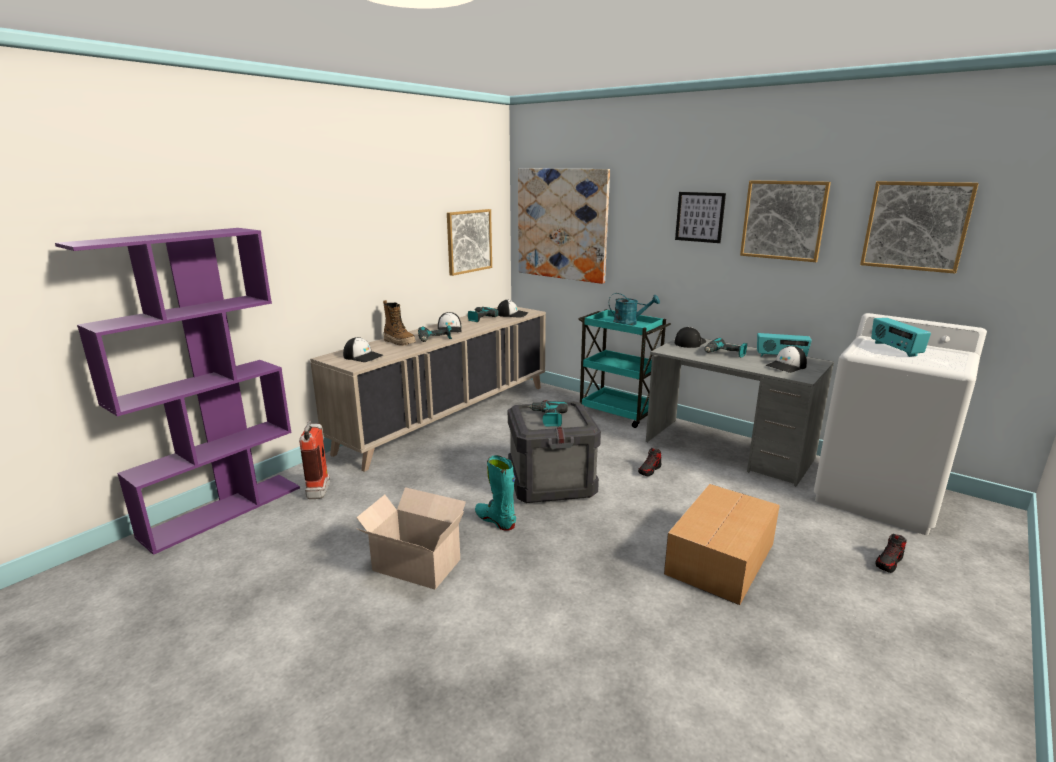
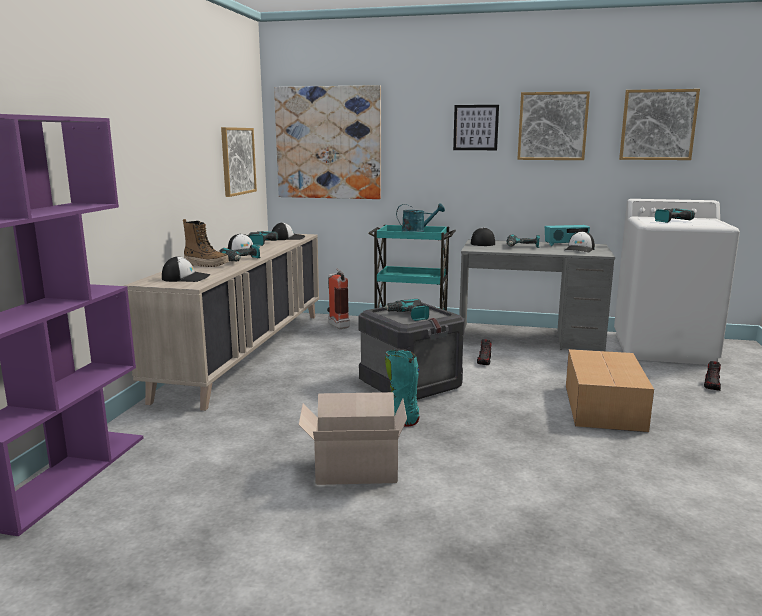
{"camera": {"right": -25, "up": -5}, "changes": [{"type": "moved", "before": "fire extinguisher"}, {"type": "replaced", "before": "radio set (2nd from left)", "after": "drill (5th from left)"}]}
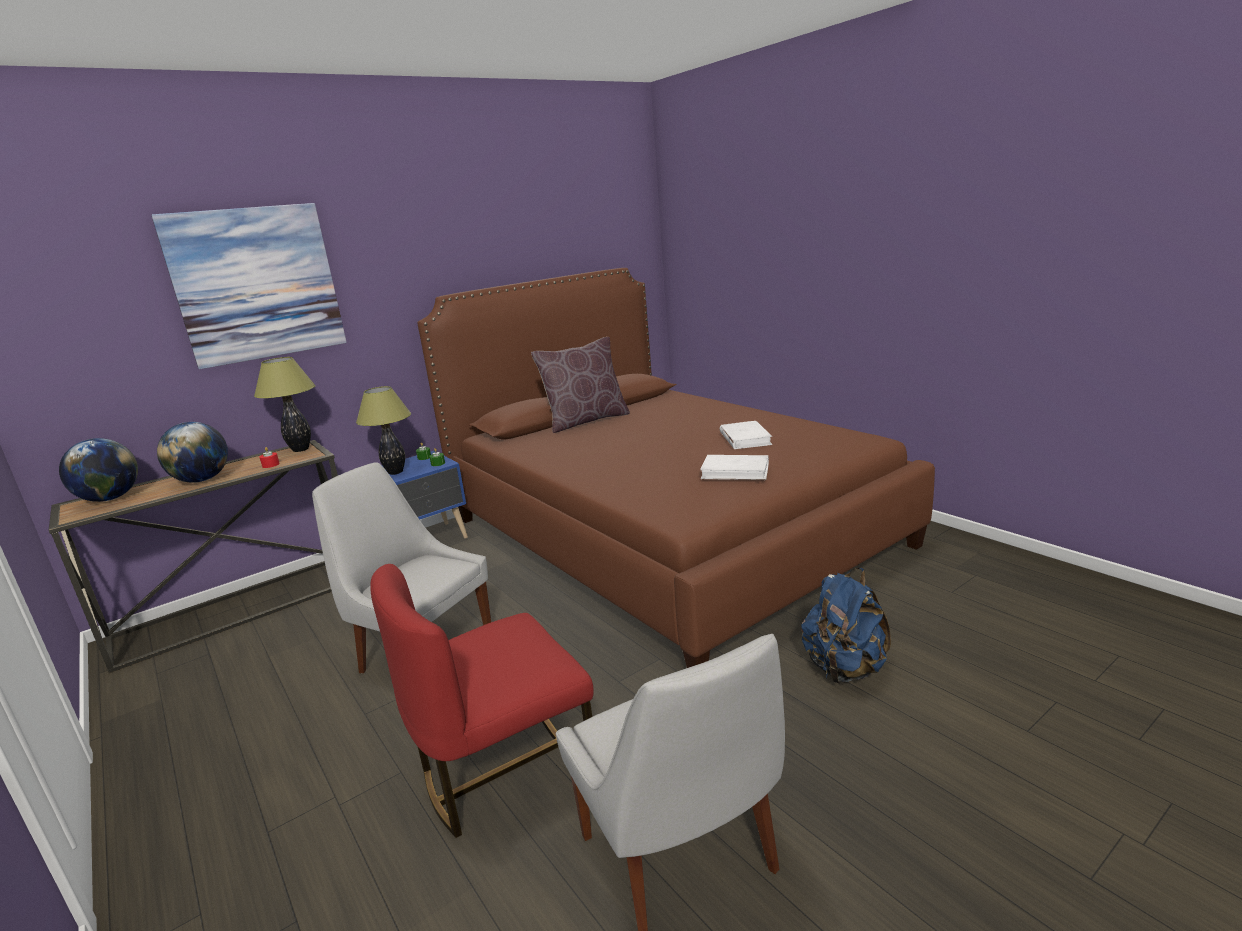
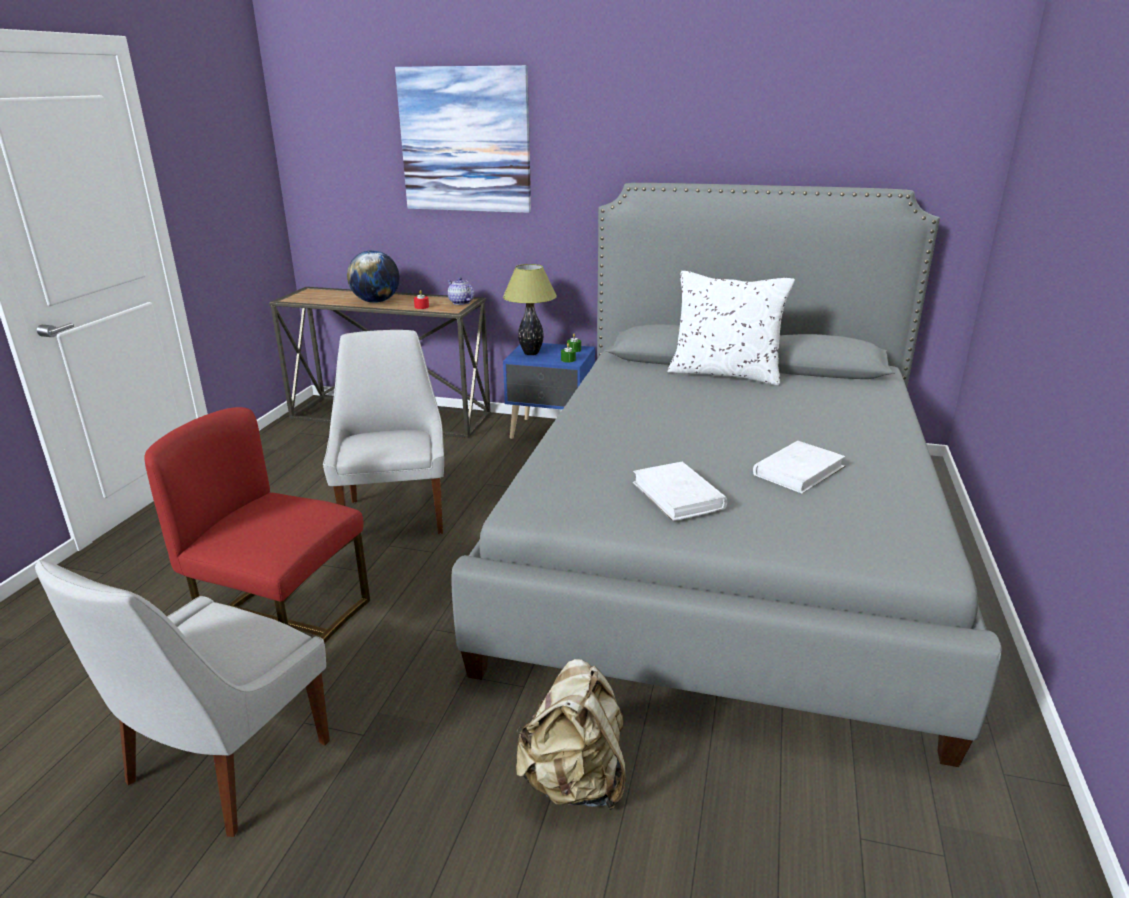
{"camera": {"right": 50, "up": 5}, "changes": [{"type": "replaced", "before": "table lamp (1st from left)", "after": "teapot"}, {"type": "recoloured", "before": "brown sleeping bed", "after": "grey sleeping bed"}, {"type": "recoloured", "before": "blue-coloured knapsack", "after": "beige knapsack"}, {"type": "recoloured", "before": "brown pillow", "after": "white pillow"}, {"type": "removed", "before": "globe (1st from left)"}]}
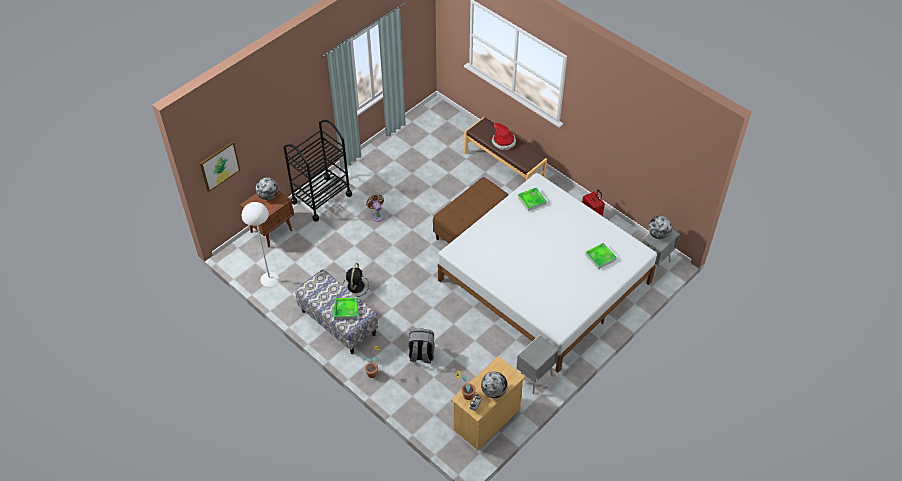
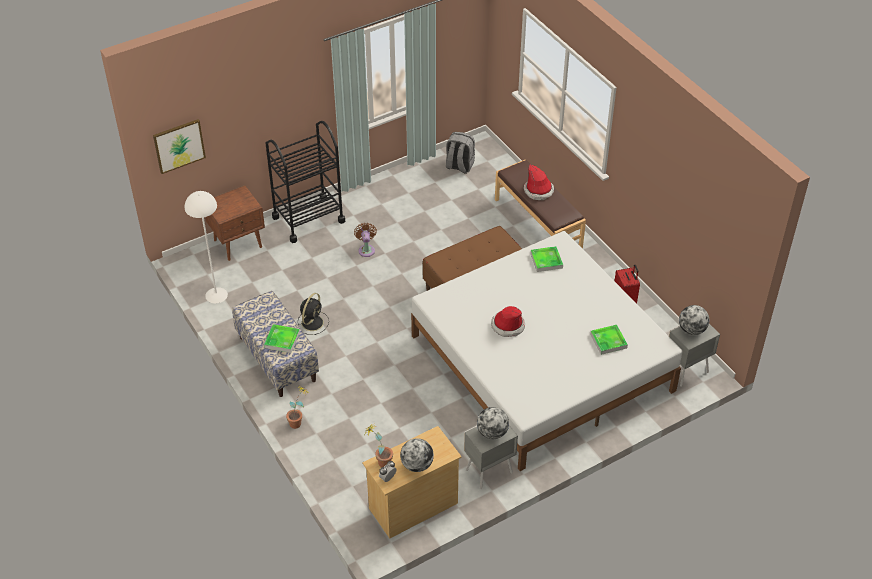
{"camera": {"right": 15, "up": -5}, "changes": [{"type": "moved", "before": "grey knapsack"}, {"type": "moved", "before": "globe (1st from left in the first image)", "after": "globe (2nd from left)"}, {"type": "added", "after": "clothing hat (1st from left)"}]}
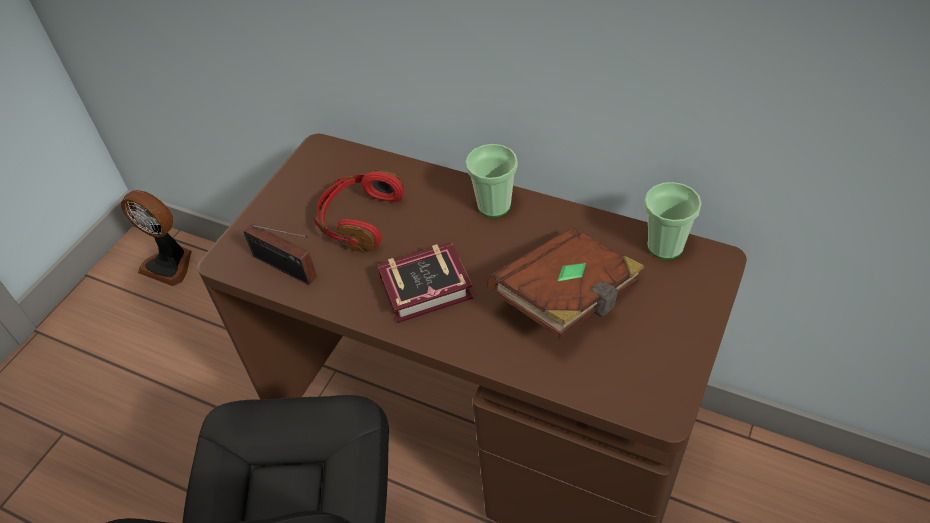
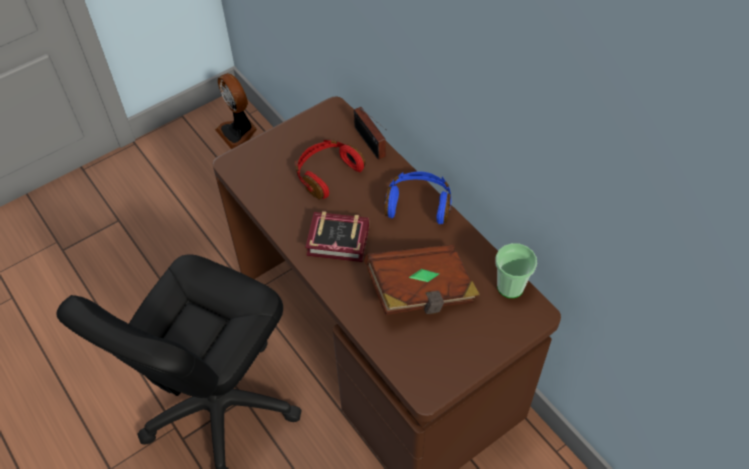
{"camera": {"right": 25, "up": 5}, "changes": [{"type": "moved", "before": "radio set"}, {"type": "replaced", "before": "cup (1st from left)", "after": "blue-coloured headphones"}]}
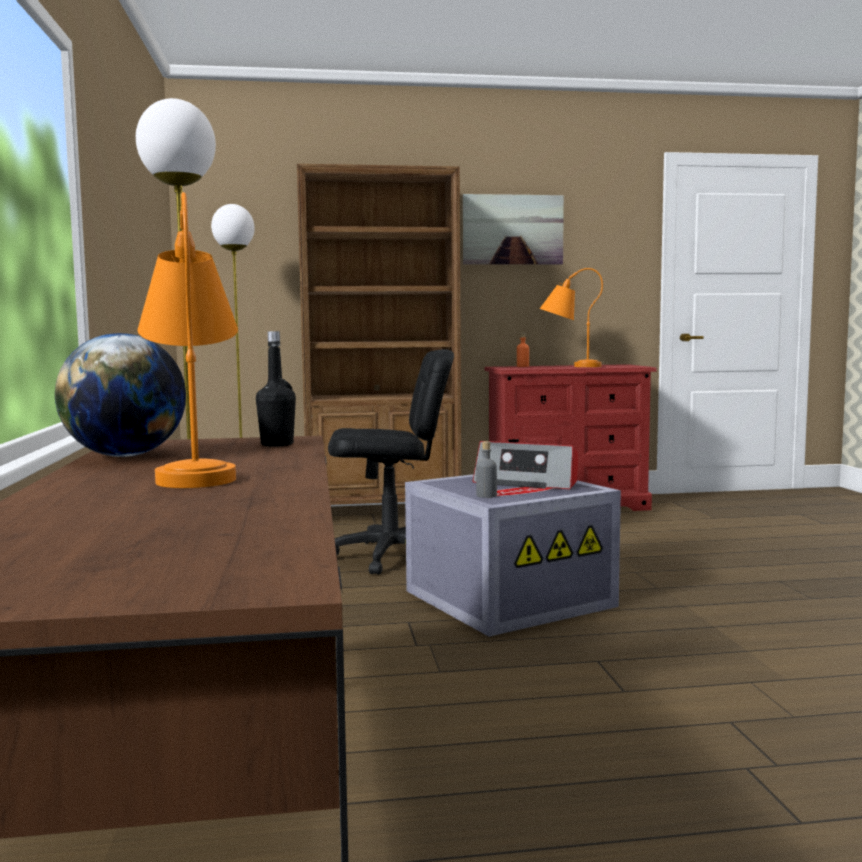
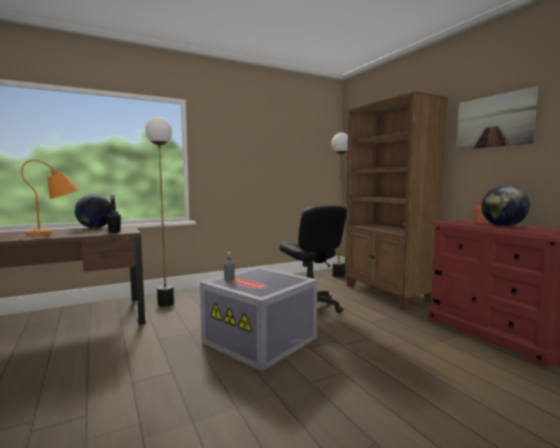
{"camera": {"right": 70, "up": 0}, "changes": [{"type": "replaced", "before": "orange table lamp (2nd from left)", "after": "globe (2nd from left)"}, {"type": "removed", "before": "radio set"}]}
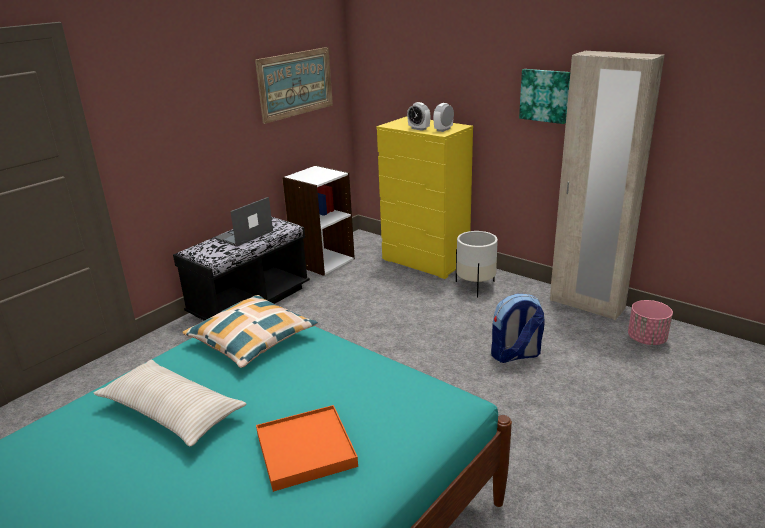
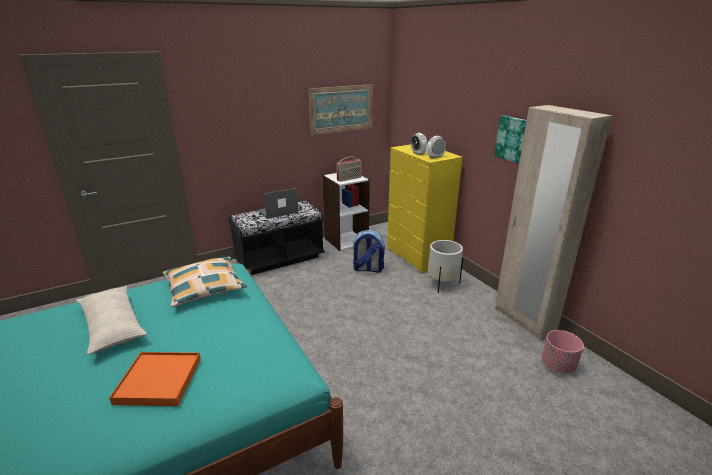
{"camera": {"right": 20, "up": 0}, "changes": [{"type": "added", "after": "radio set"}, {"type": "moved", "before": "knapsack"}]}
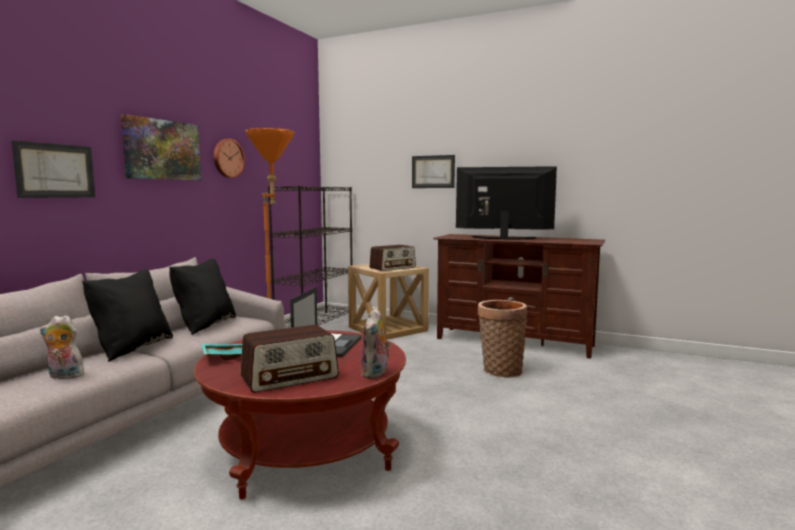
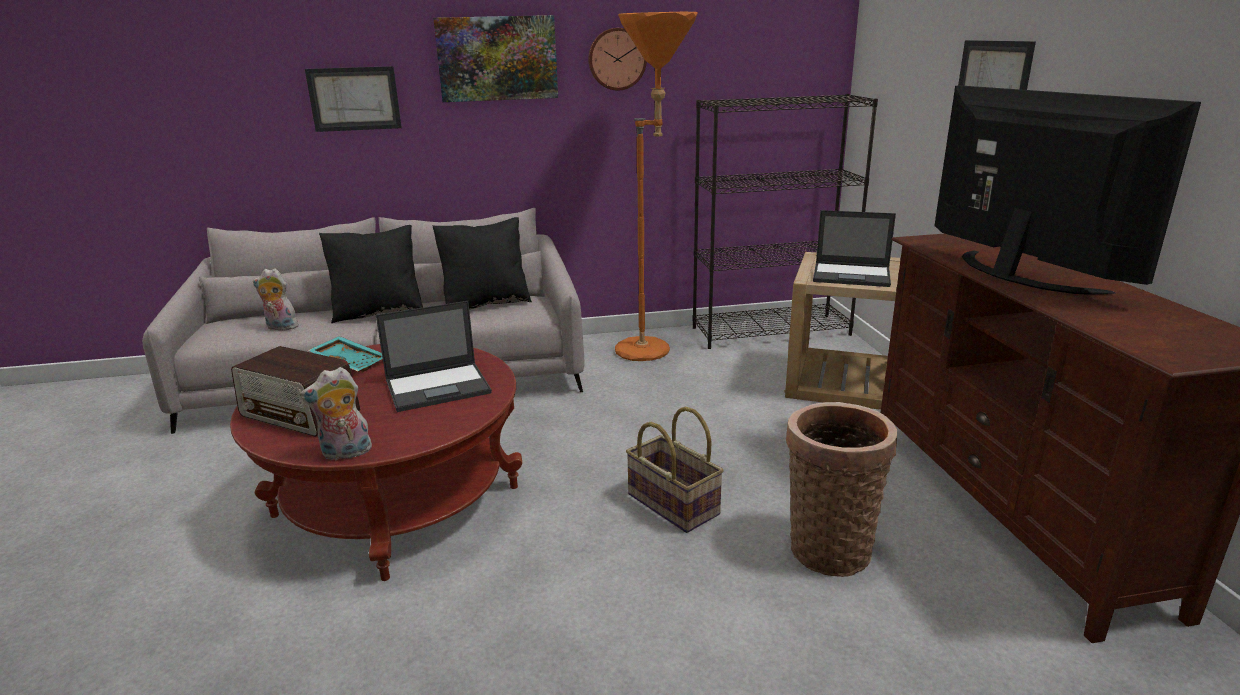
{"camera": {"right": 55, "up": 15}, "changes": [{"type": "turned", "before": "cuddly toy (1st from left)", "turn": -45}, {"type": "added", "after": "storage basket (1st from left)"}, {"type": "replaced", "before": "radio set (2nd from left)", "after": "laptop (2nd from left)"}]}
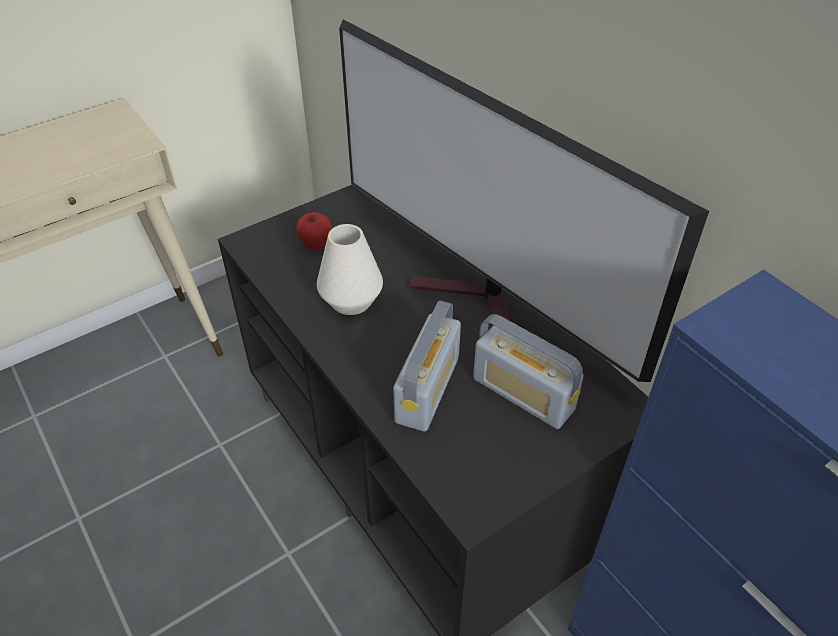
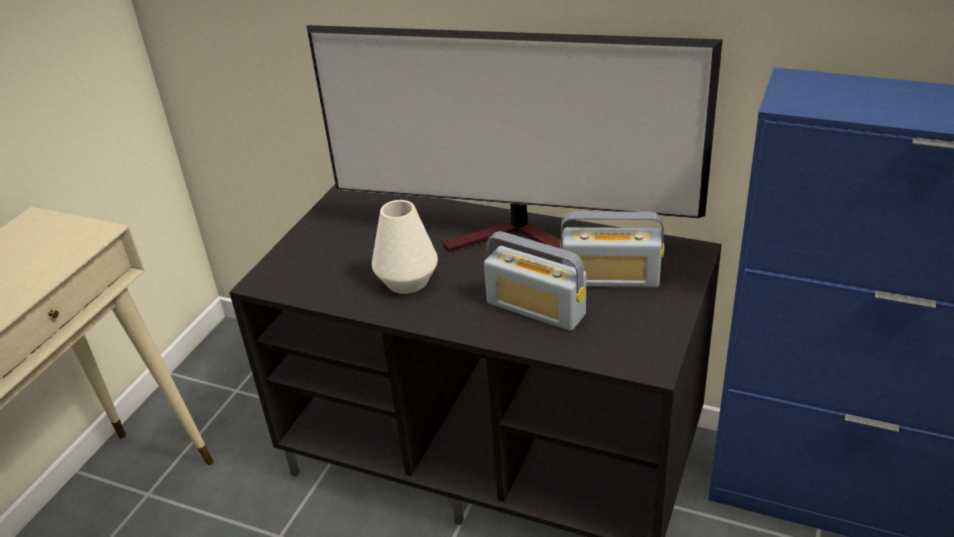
{"camera": {"right": -30, "up": -10}, "changes": [{"type": "turned", "before": "radio set (1st from left)", "turn": 135}, {"type": "removed", "before": "apple fruit"}]}
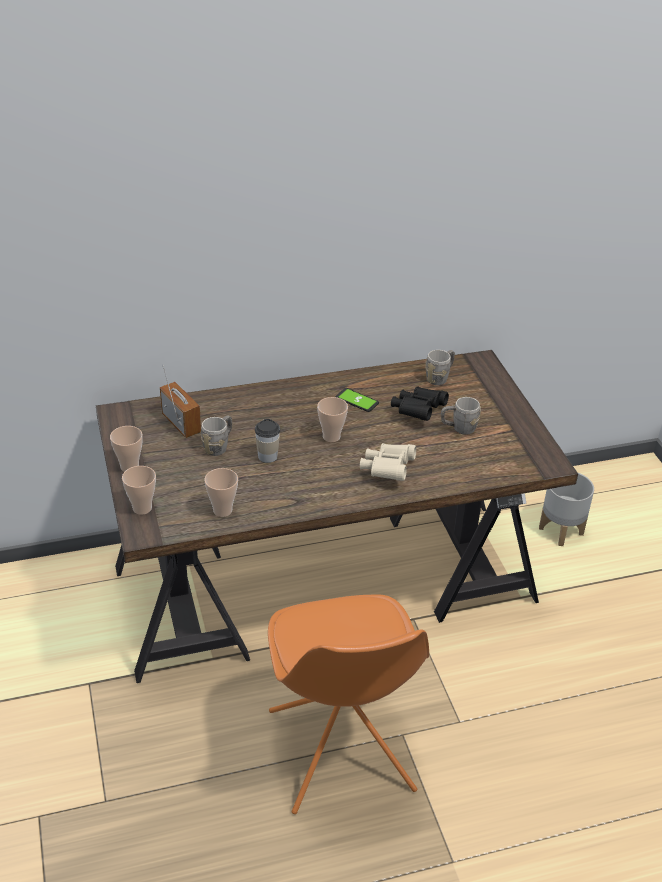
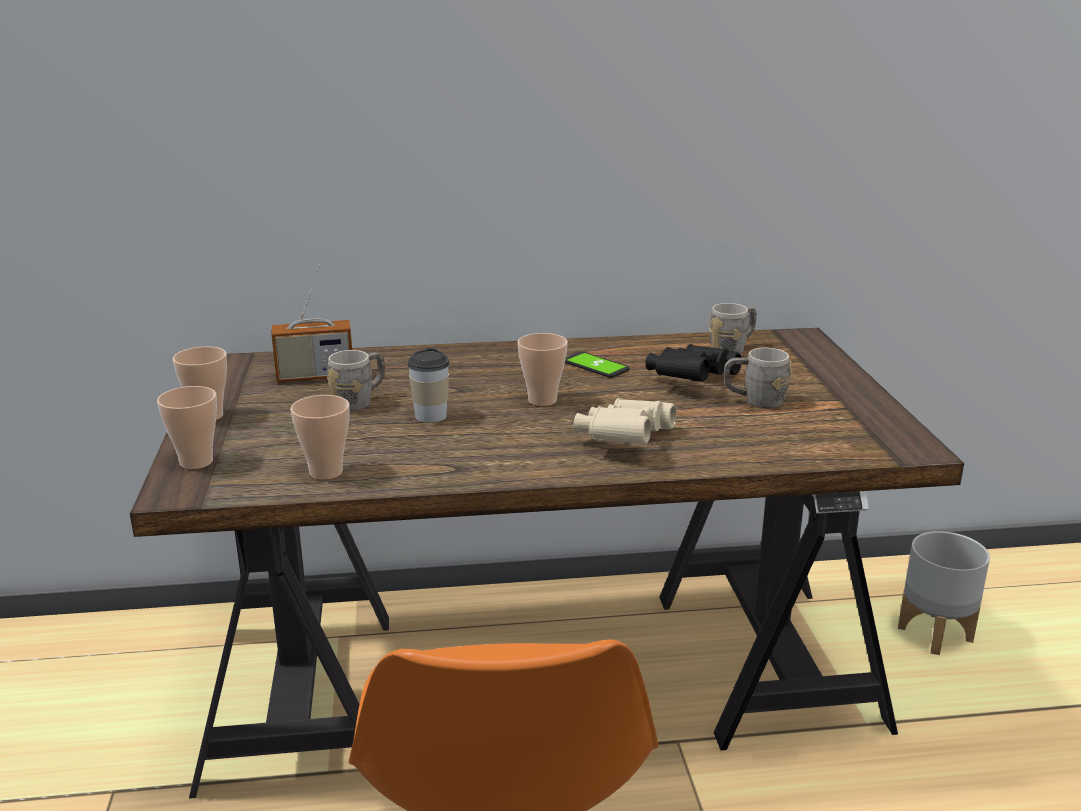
{"camera": {"right": 10, "up": -15}, "changes": [{"type": "turned", "before": "radio set", "turn": 105}]}
